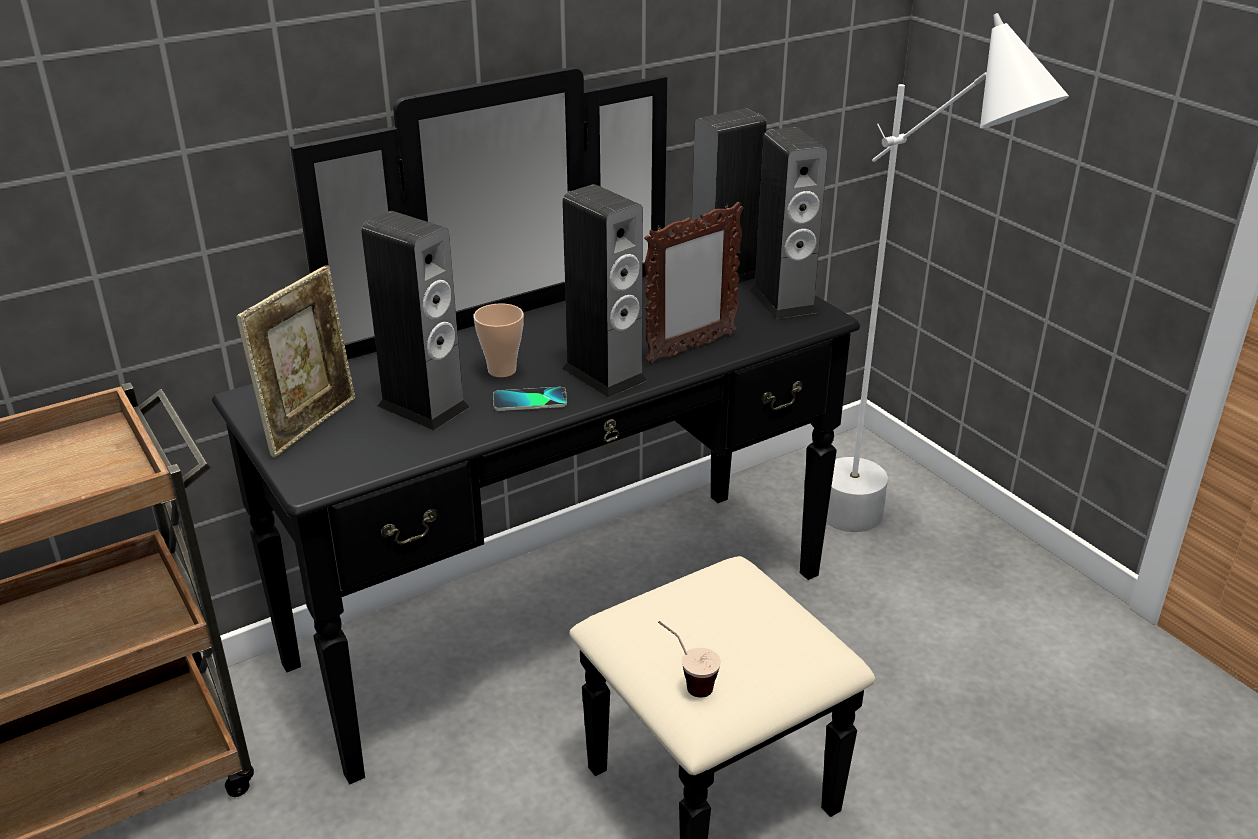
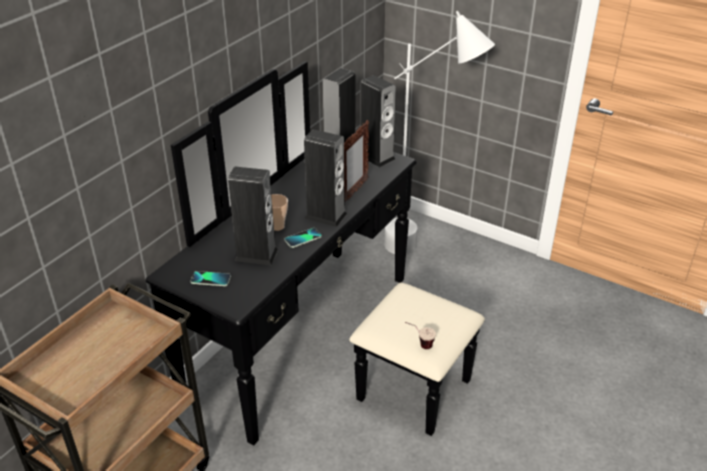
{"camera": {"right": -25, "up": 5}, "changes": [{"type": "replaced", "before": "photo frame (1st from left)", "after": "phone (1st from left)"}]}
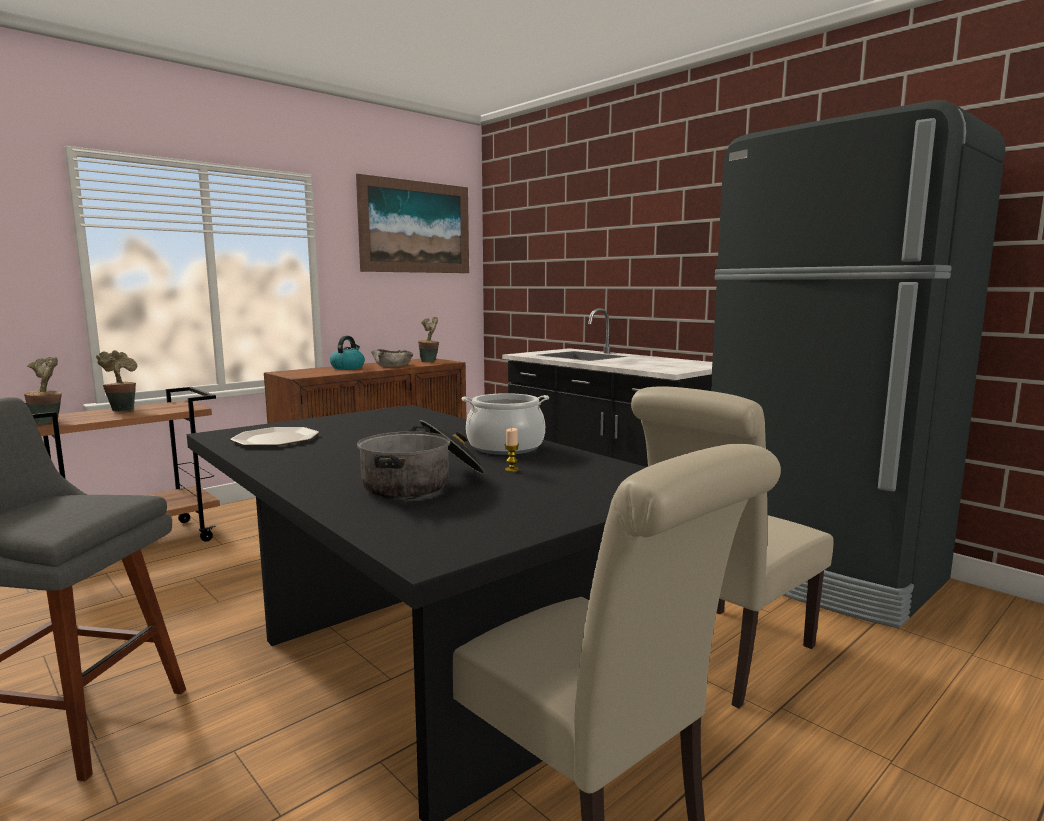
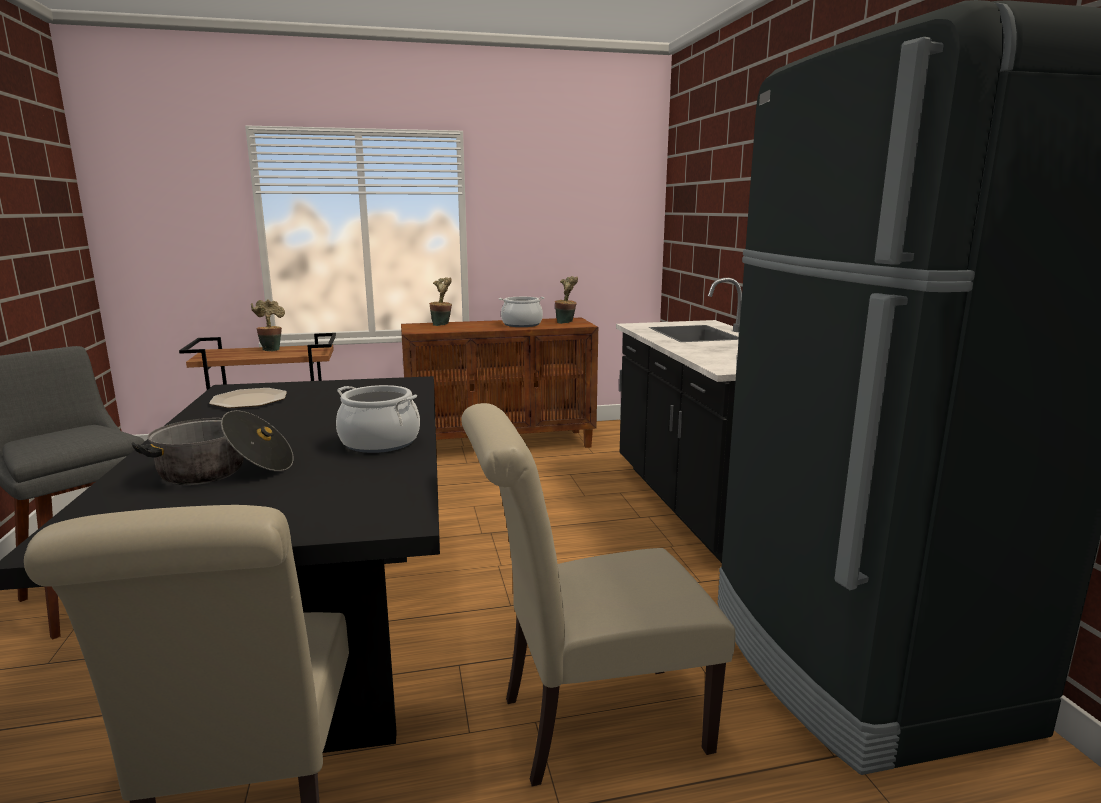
{"camera": {"right": 30, "up": 5}, "changes": [{"type": "moved", "before": "plant in a pot (1st from left in the first image)", "after": "plant in a pot (2nd from left)"}, {"type": "replaced", "before": "beige bowl", "after": "cooking pot (3rd from left)"}, {"type": "removed", "before": "kettle"}, {"type": "removed", "before": "picture"}, {"type": "removed", "before": "wax candle"}]}
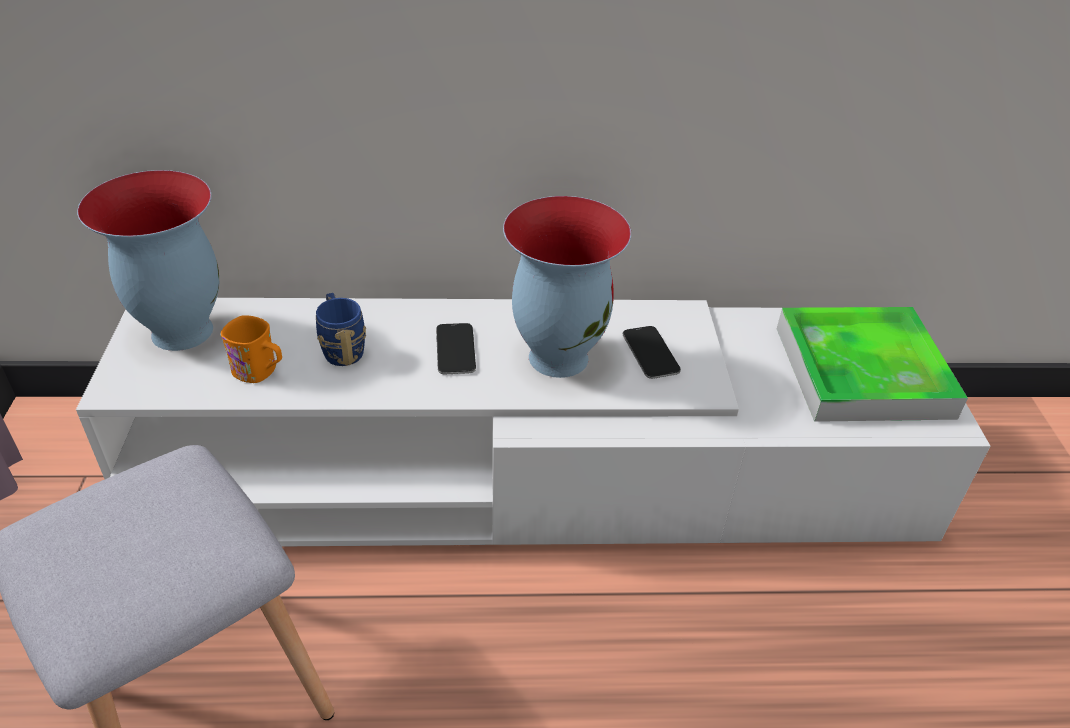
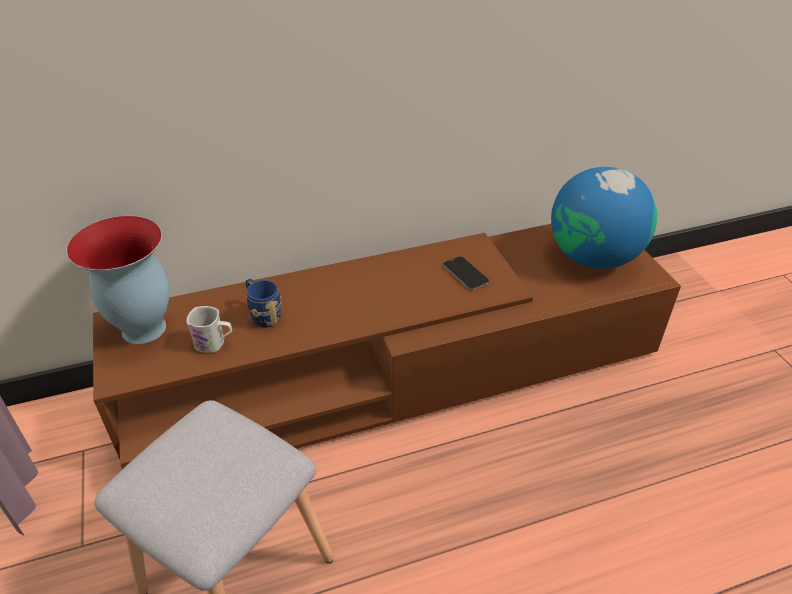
{"camera": {"right": -15, "up": 0}, "changes": [{"type": "recoloured", "before": "white tv stand", "after": "brown tv stand"}, {"type": "recoloured", "before": "orange tea mug", "after": "white tea mug"}, {"type": "replaced", "before": "carrying tray", "after": "globe"}, {"type": "removed", "before": "phone (1st from left)"}, {"type": "removed", "before": "decorative vase (2nd from left)"}]}
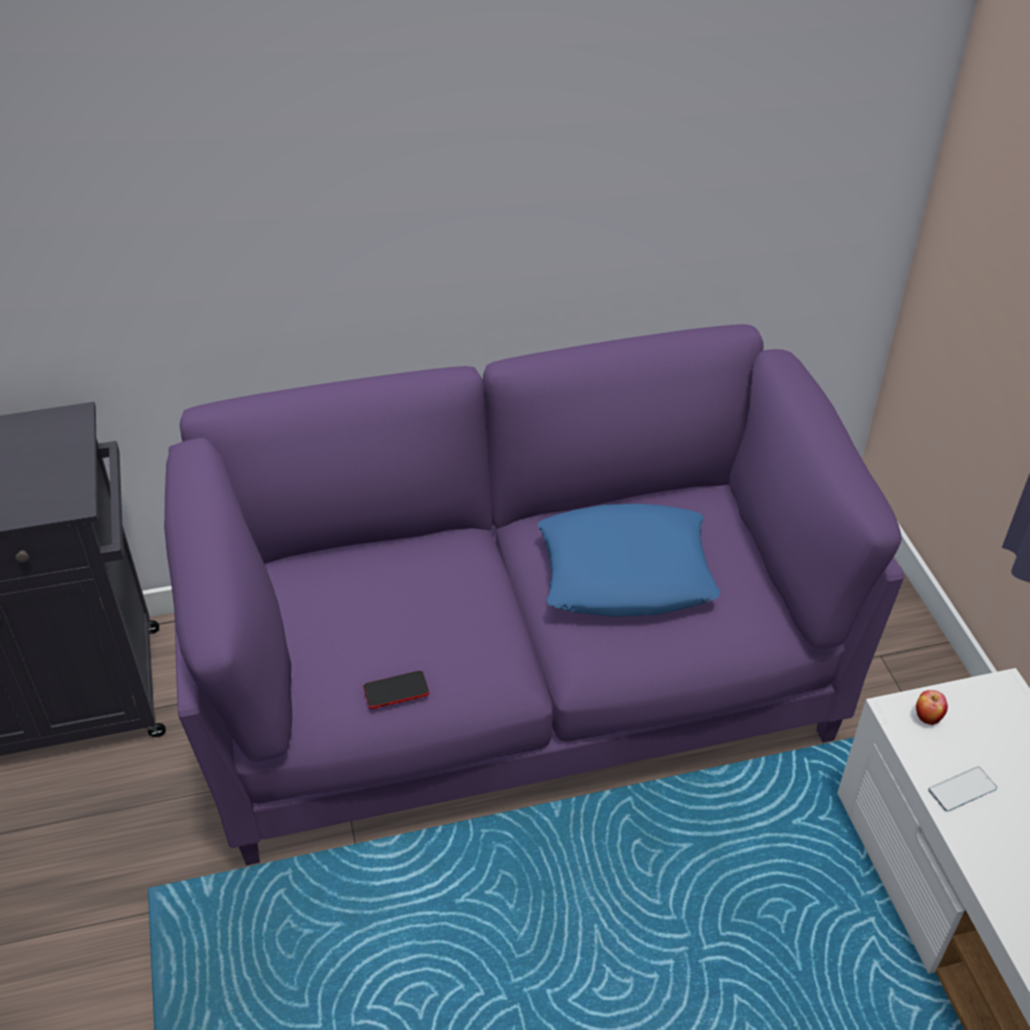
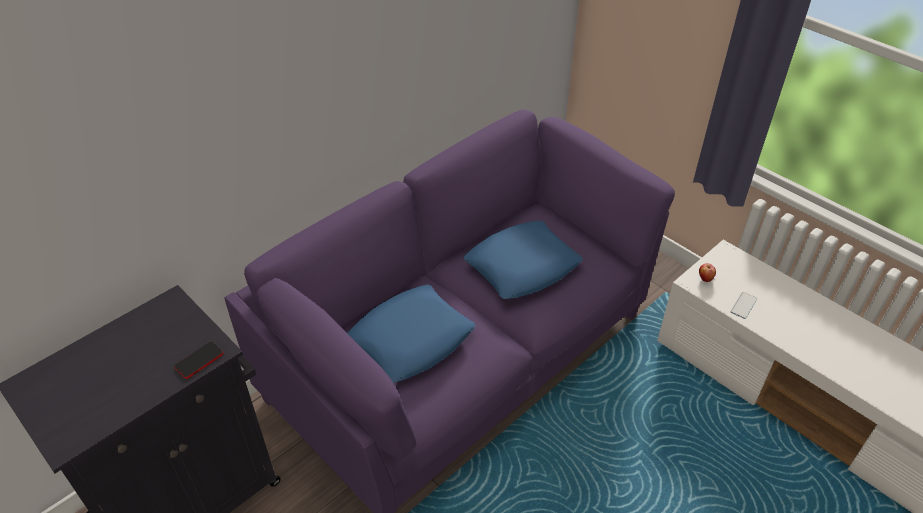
{"camera": {"right": -30, "up": 0}, "changes": [{"type": "moved", "before": "phone (1st from left)"}, {"type": "added", "after": "blue-coloured pillow (1st from left)"}]}
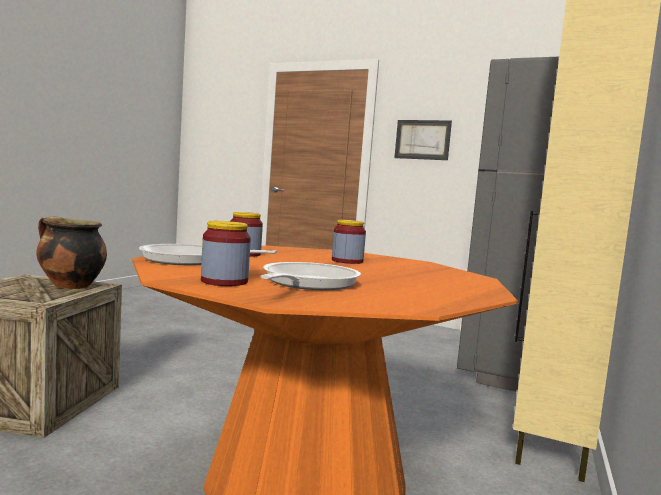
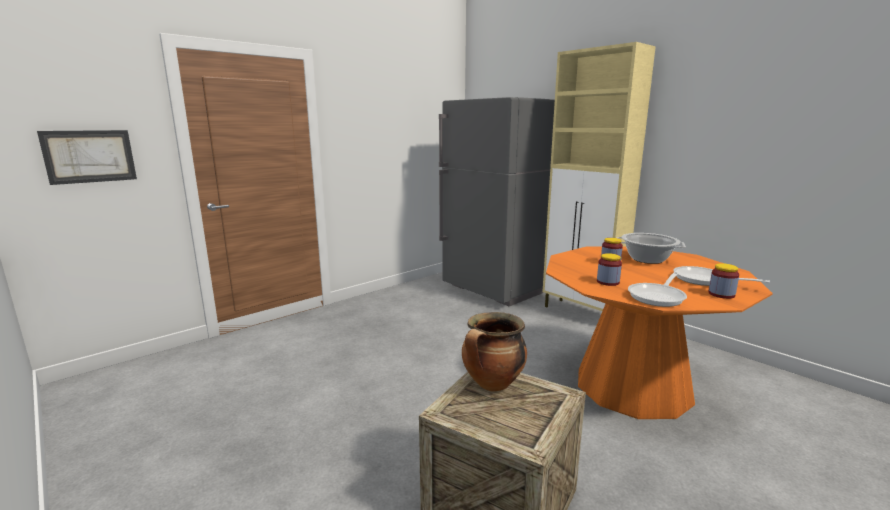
{"camera": {"right": -65, "up": 10}, "changes": [{"type": "moved", "before": "picture"}, {"type": "added", "after": "cooking pot (2nd from left)"}]}
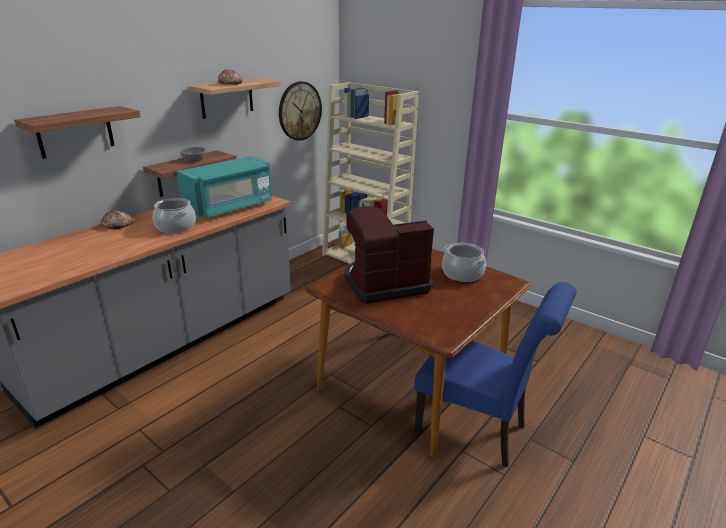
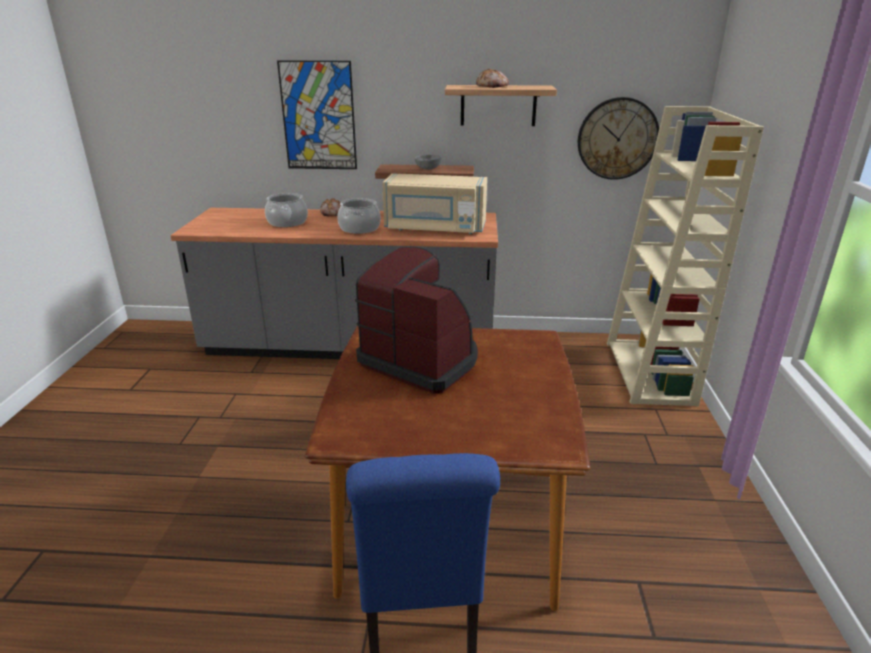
{"camera": {"right": 55, "up": 0}, "changes": [{"type": "moved", "before": "cooking pot (2nd from left in the first image)", "after": "cooking pot (1st from left)"}, {"type": "replaced", "before": "wall shelf (1st from left)", "after": "picture"}, {"type": "recoloured", "before": "turquoise kitchen microwave", "after": "beige kitchen microwave"}]}
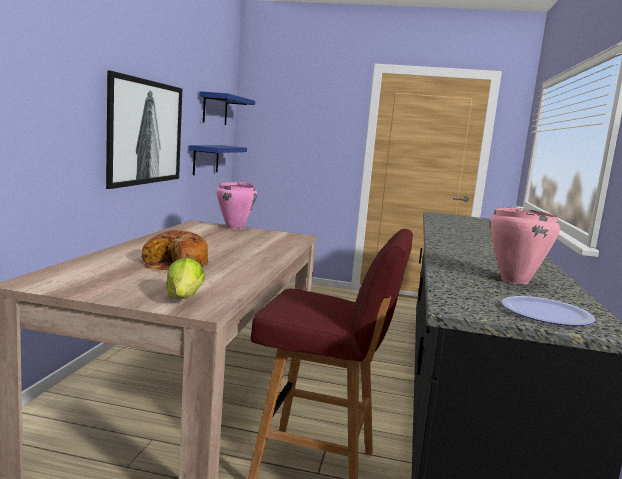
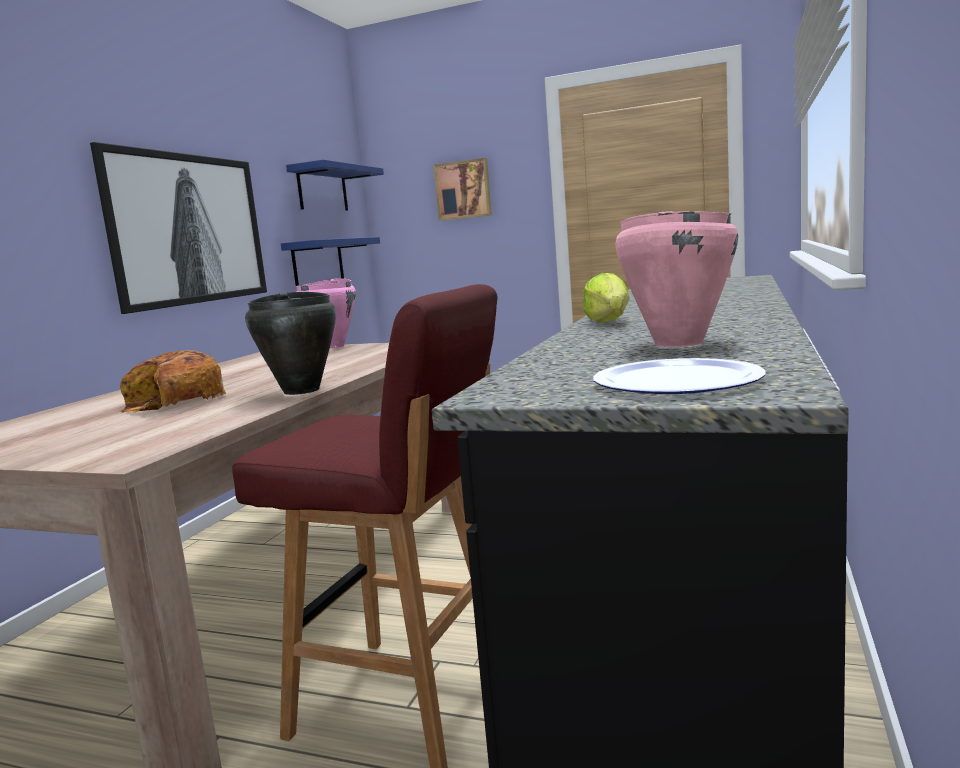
{"camera": {"right": 10, "up": 0}, "changes": [{"type": "added", "after": "black cooking pot"}, {"type": "added", "after": "picture (2nd from left)"}, {"type": "moved", "before": "head of lettuce"}]}
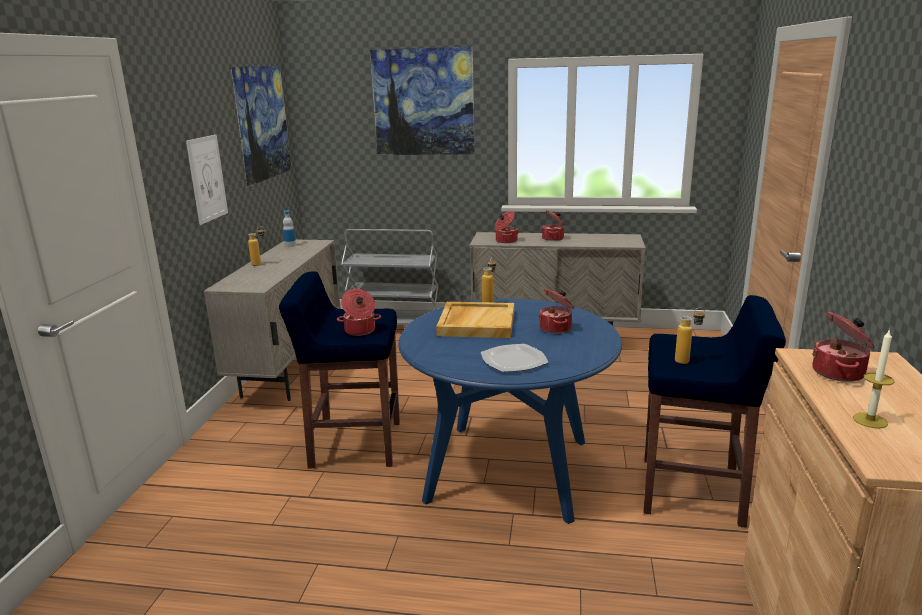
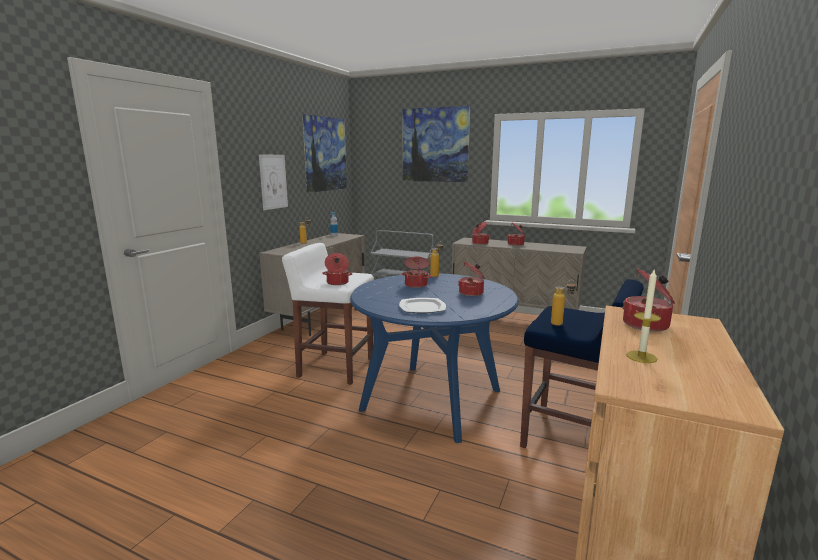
{"camera": {"right": 15, "up": -5}, "changes": [{"type": "recoloured", "before": "blue-coloured sitting stool (1st from left)", "after": "white sitting stool"}, {"type": "replaced", "before": "beige carrying tray", "after": "cooking pot (2nd from left)"}]}
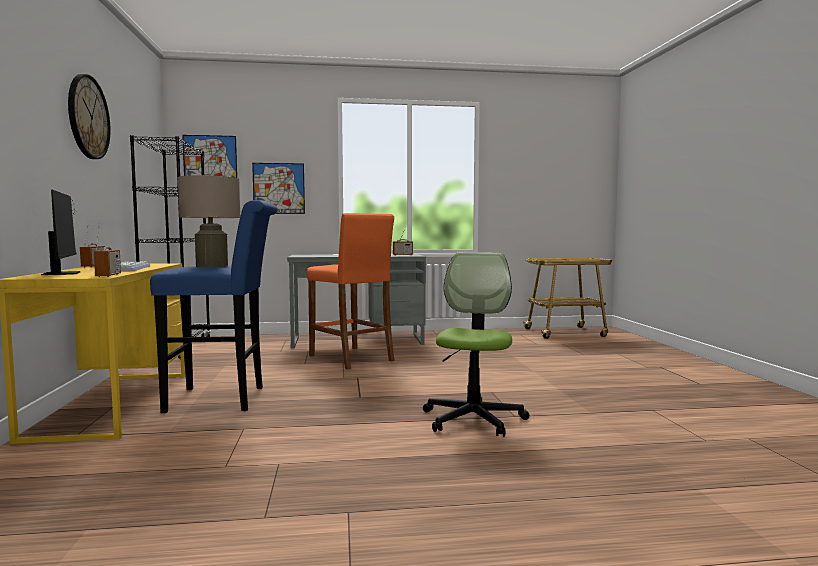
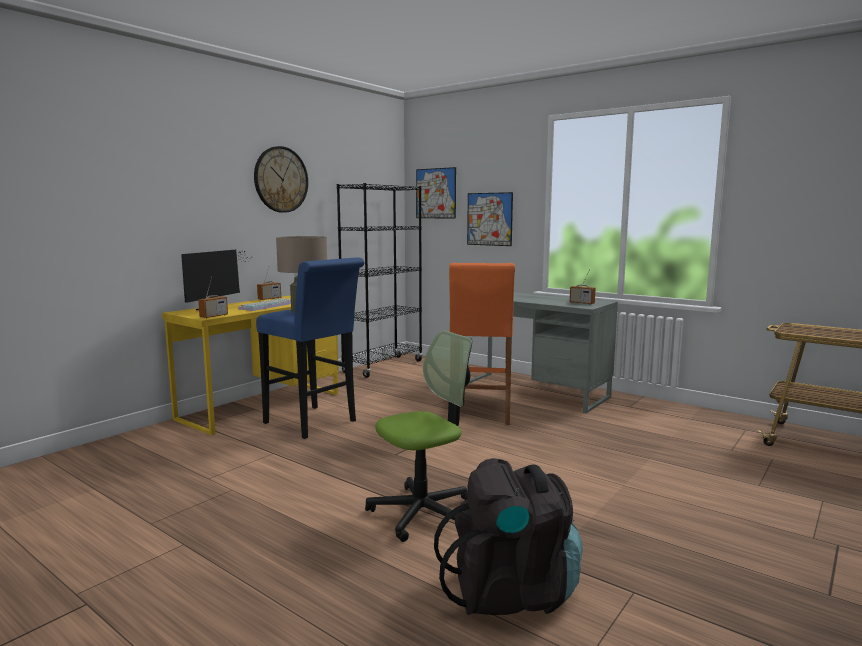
{"camera": {"right": 45, "up": 5}, "changes": [{"type": "added", "after": "black knapsack"}]}
